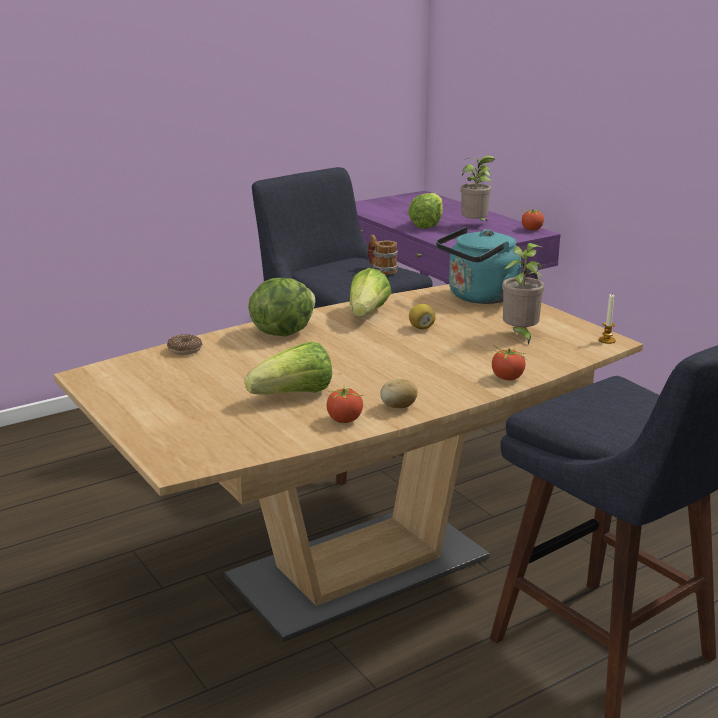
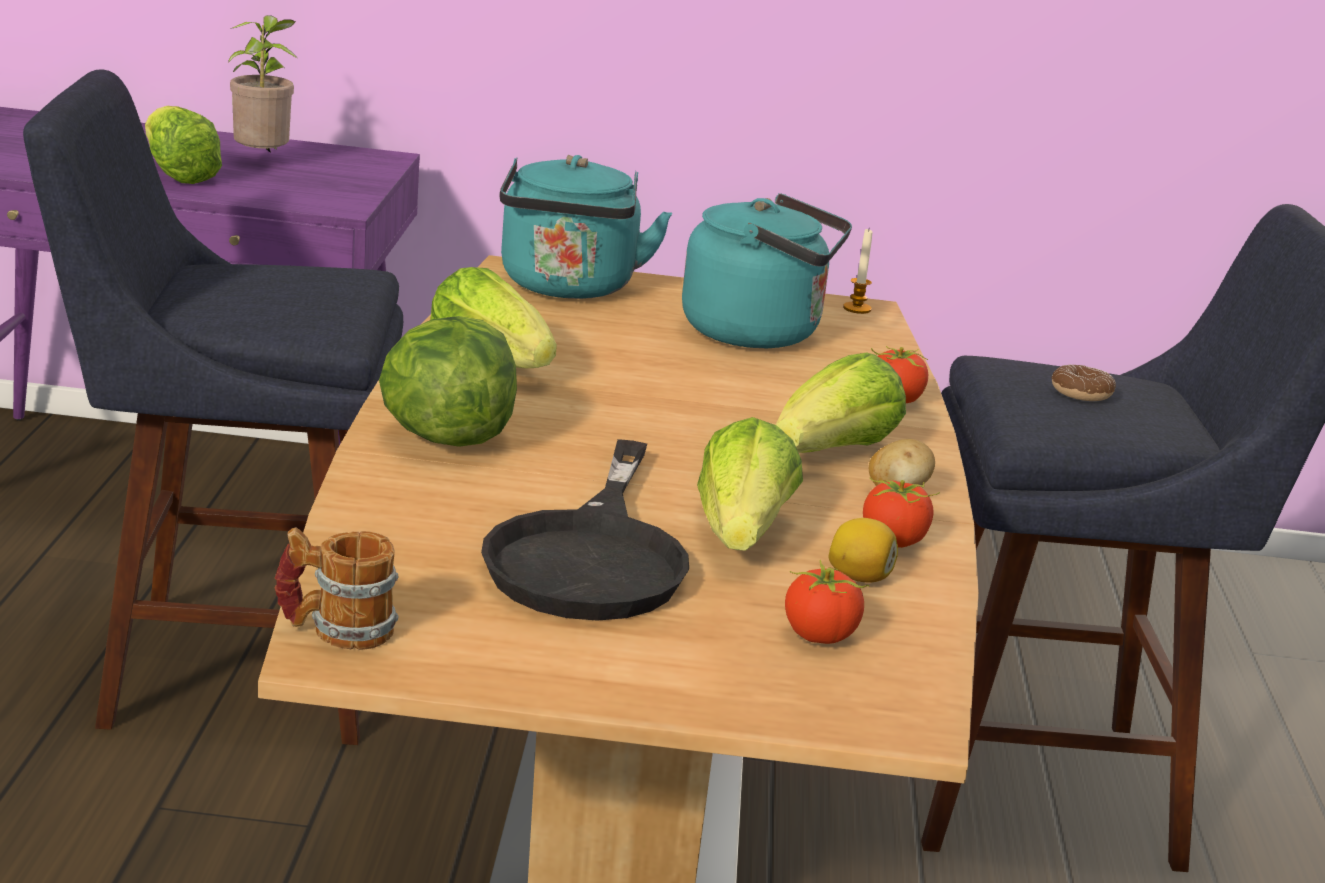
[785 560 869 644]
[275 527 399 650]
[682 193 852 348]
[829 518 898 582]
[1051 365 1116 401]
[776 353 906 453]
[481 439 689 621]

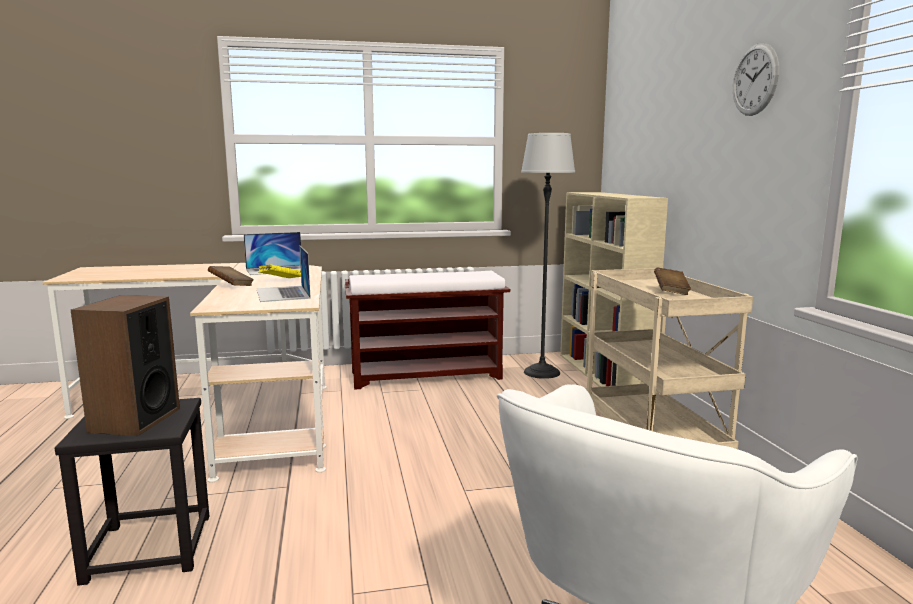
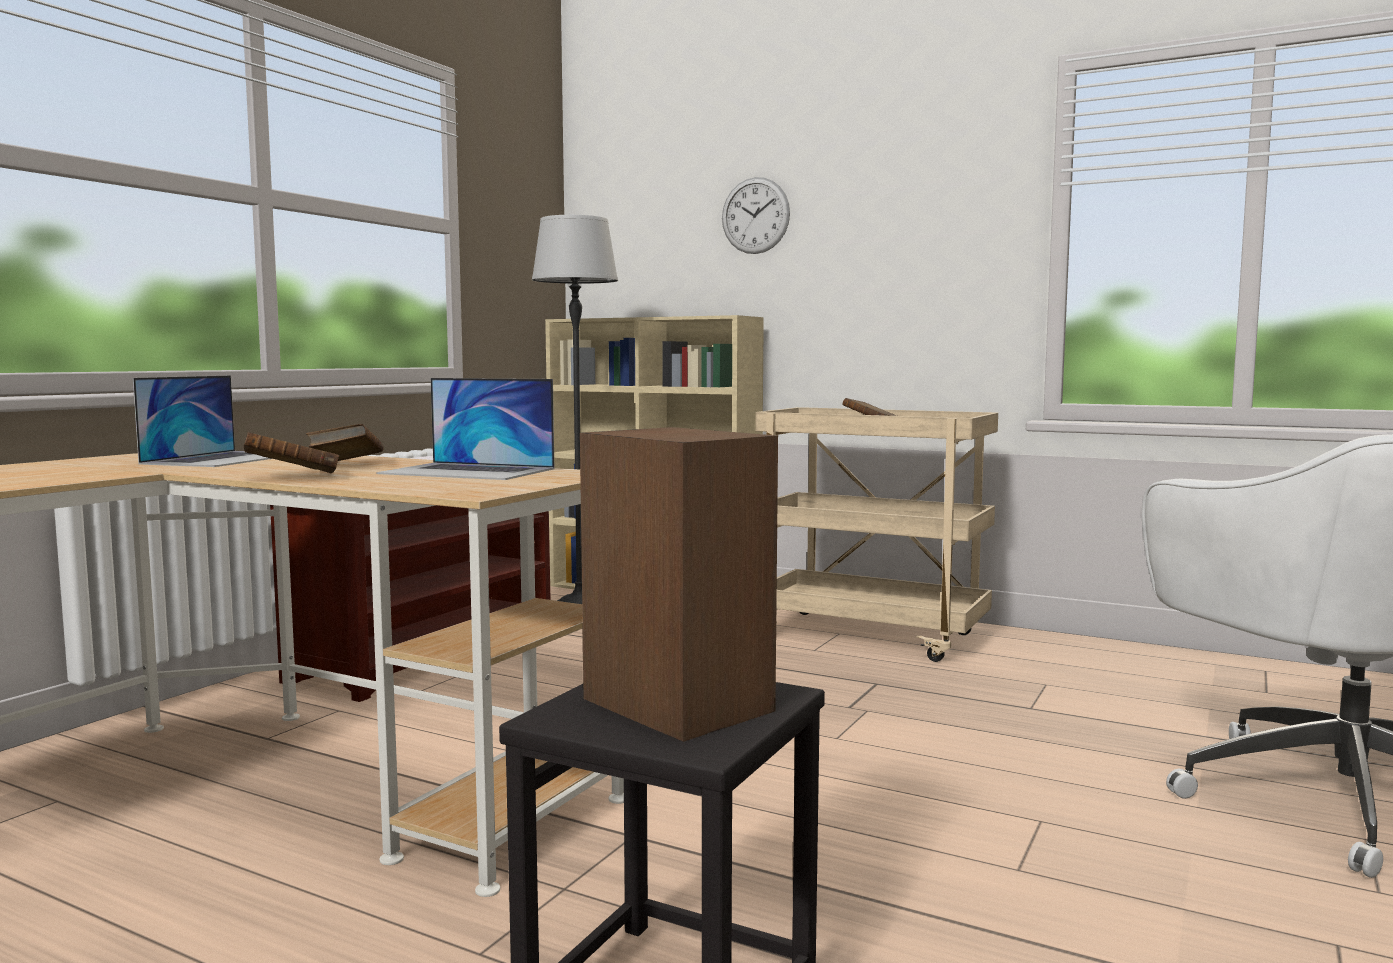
[722 177 790 254]
[306 424 384 461]

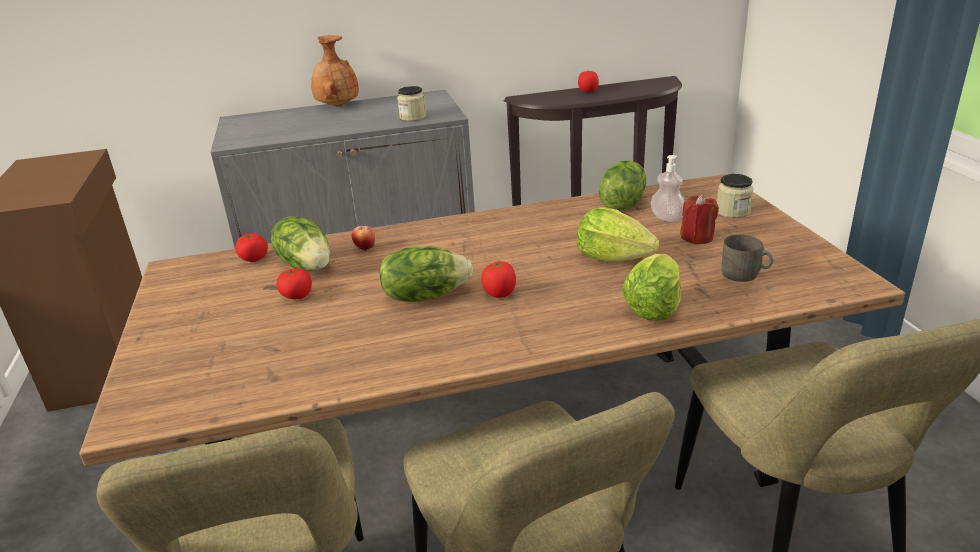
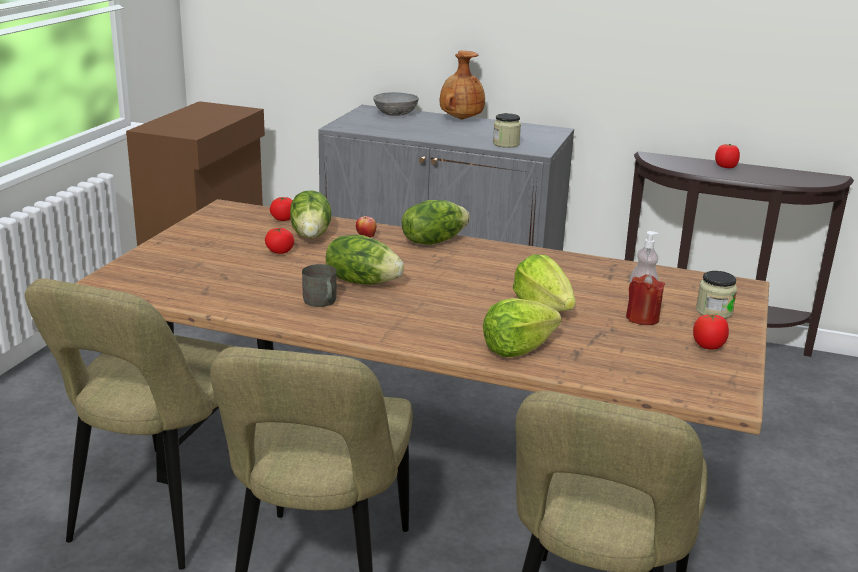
[401 200 470 245]
[302 264 337 307]
[693 313 729 350]
[373 92 419 116]

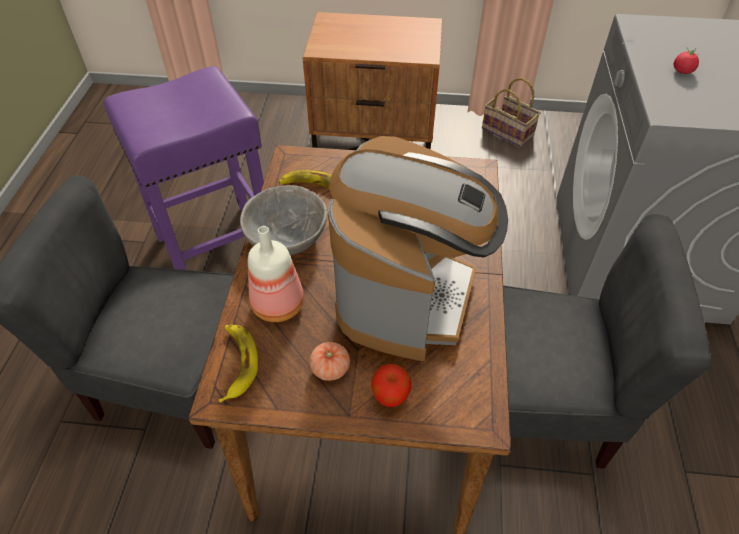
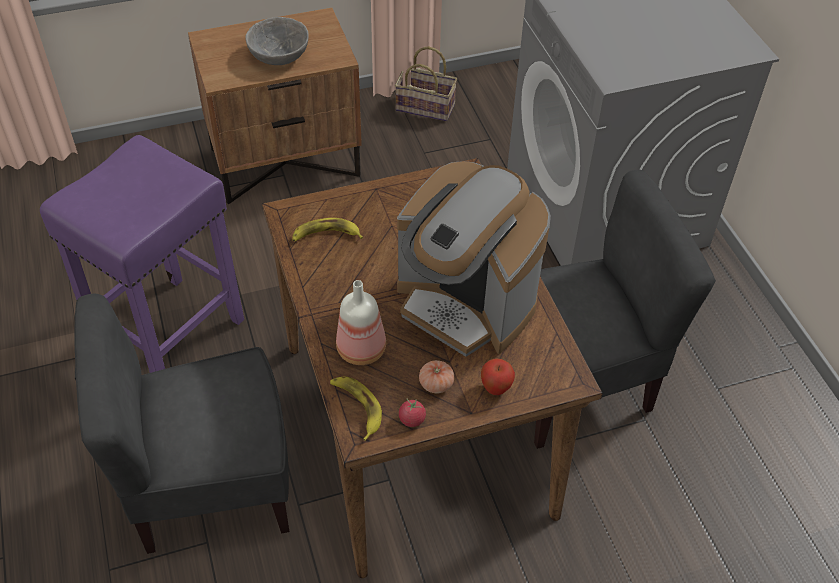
[399 398 426 427]
[397 161 551 357]
[245 17 309 65]

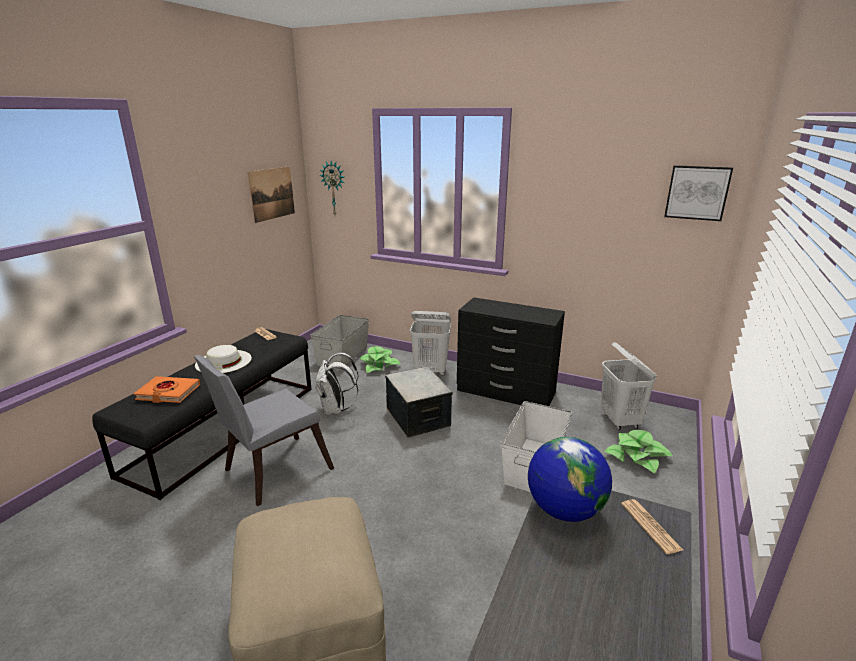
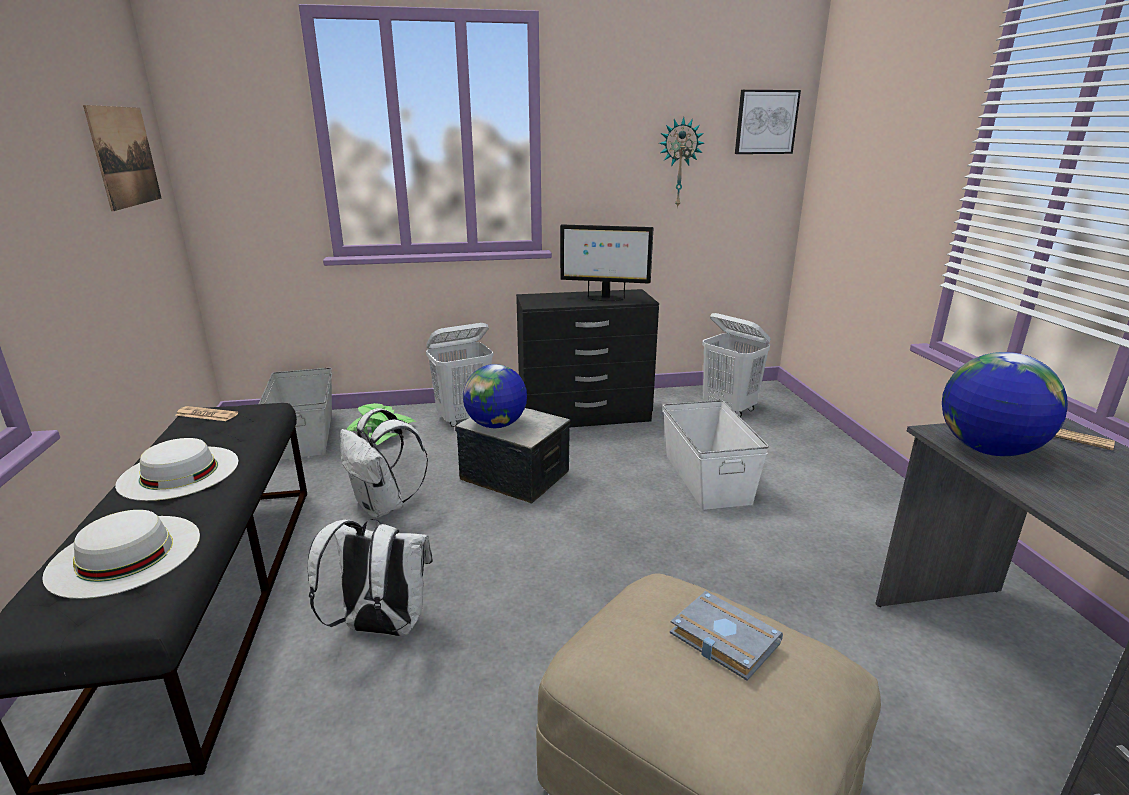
[659 117 704 208]
[308 519 433 636]
[42 510 200 599]
[604 430 673 474] (first image)
[560 224 653 301]
[463 364 527 428]
[670 591 783 681]

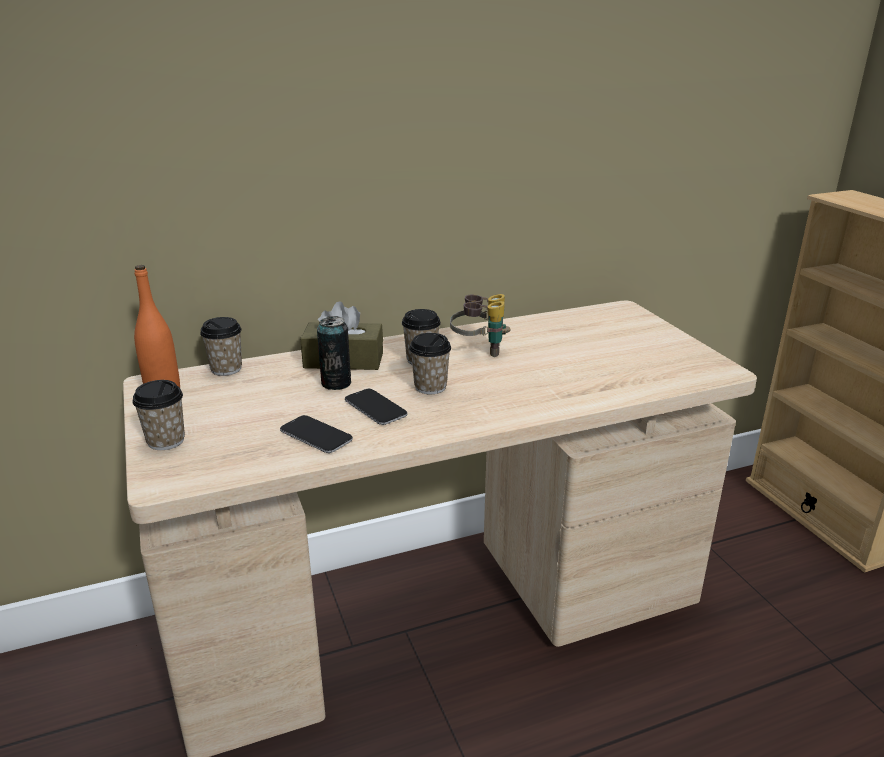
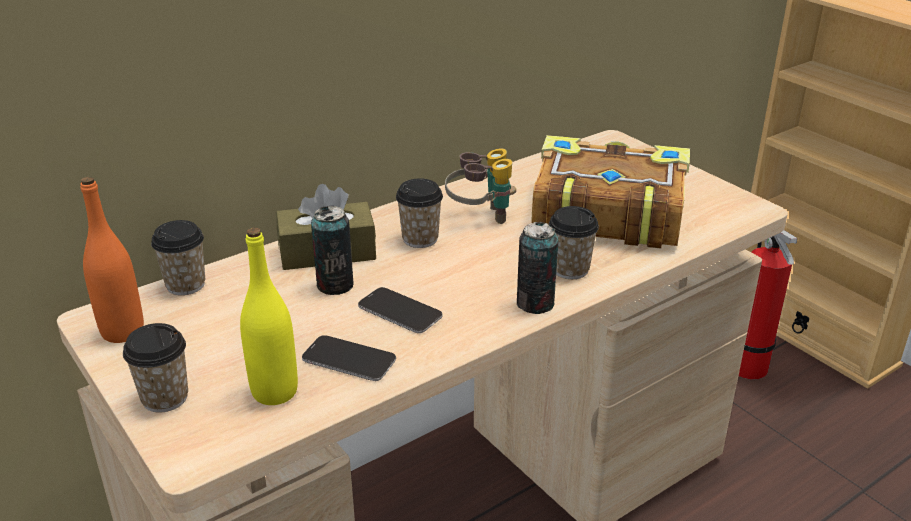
[549 206 599 279]
[531 135 690 249]
[517 222 559 314]
[240 228 298 405]
[739 230 797 379]

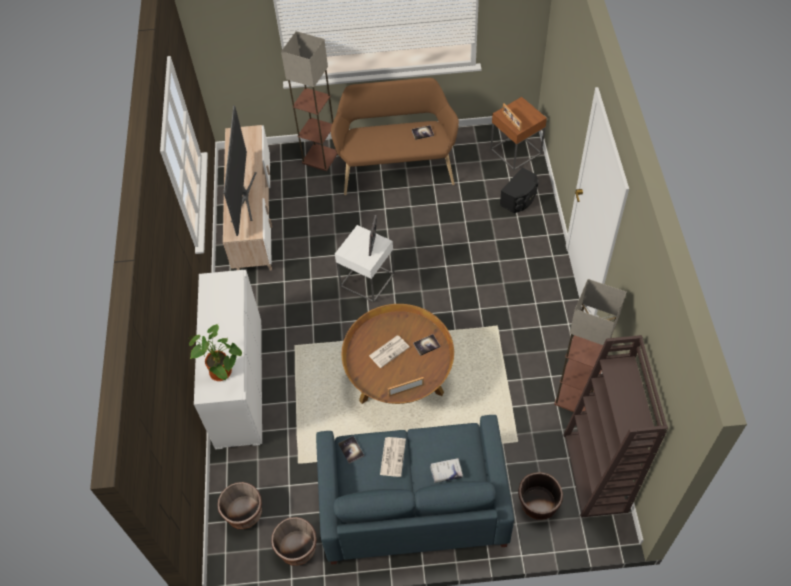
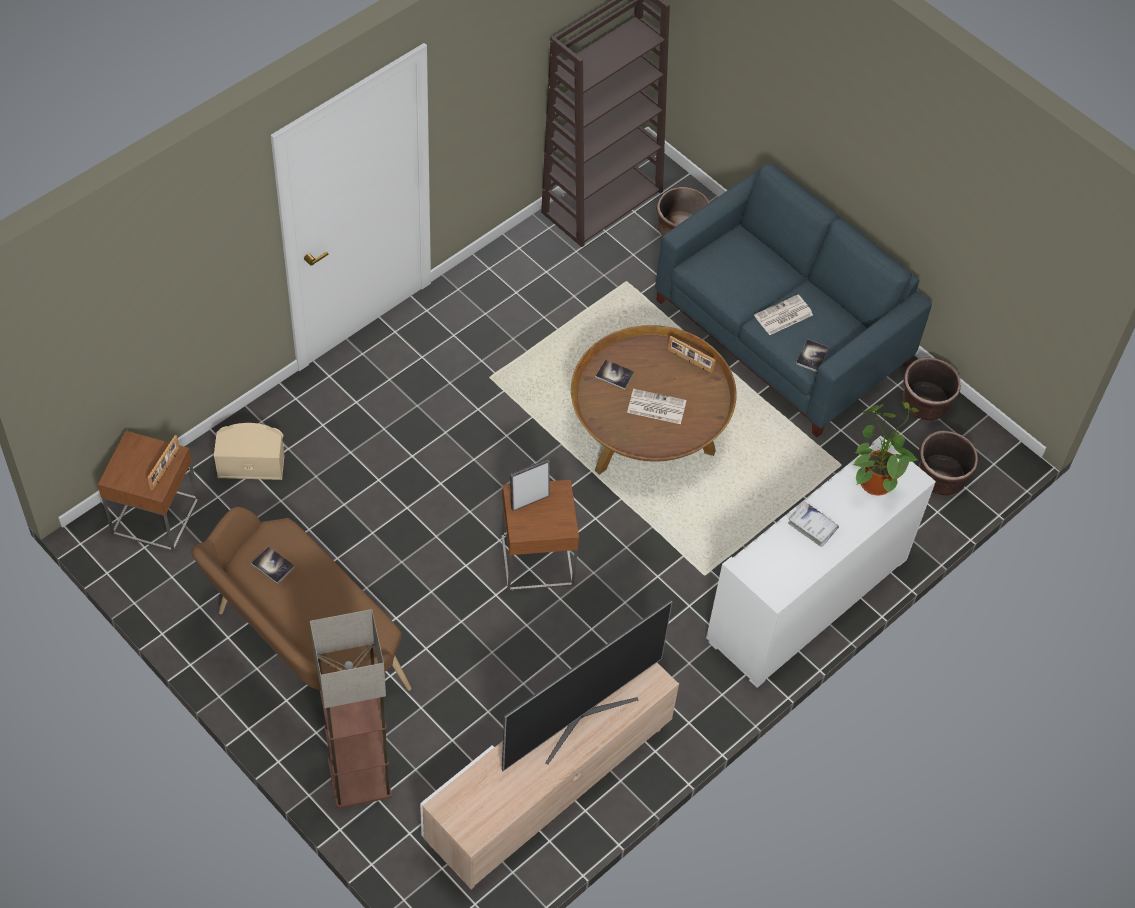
[214 423 285 480]
[501 480 579 591]
[554 279 627 412] (first image)
[788 502 839 547]

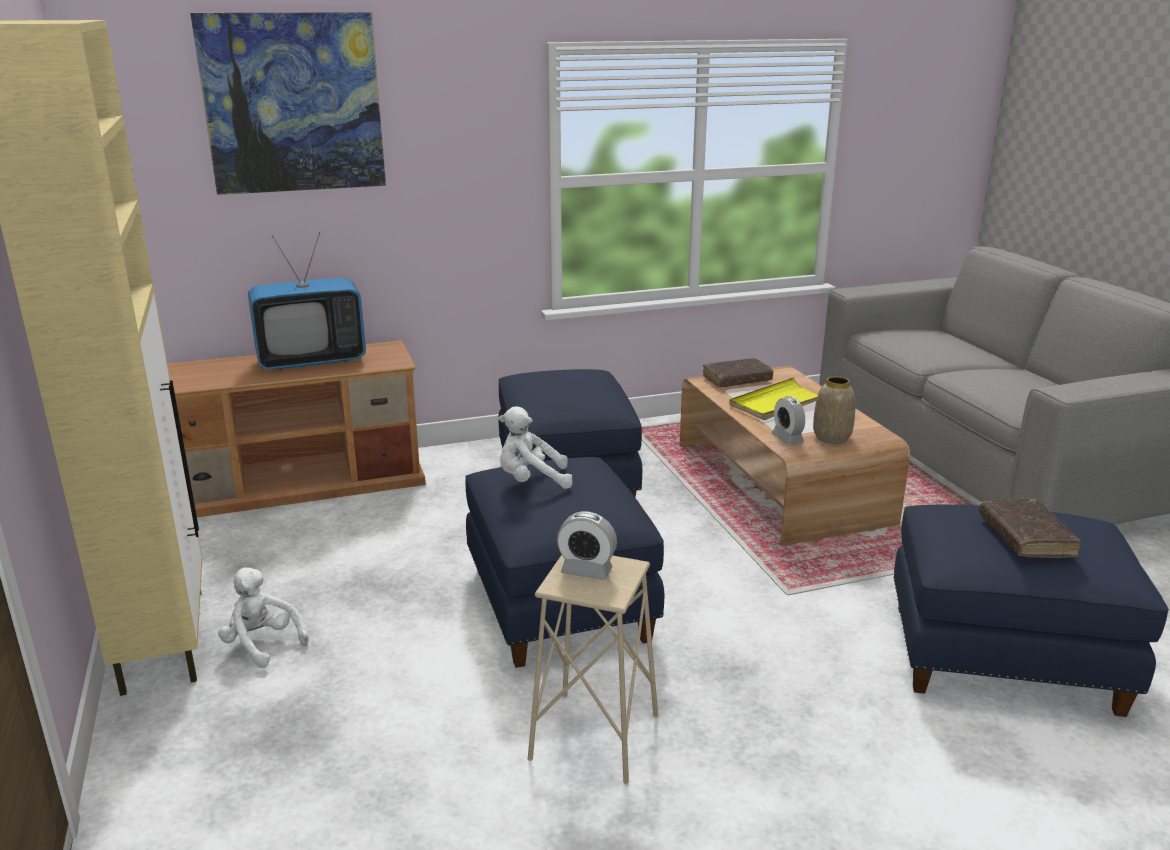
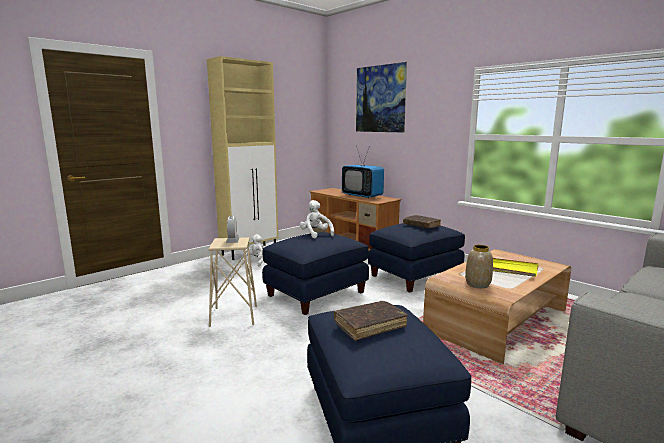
[403 215 441 228]
[771 396 805 445] (first image)

